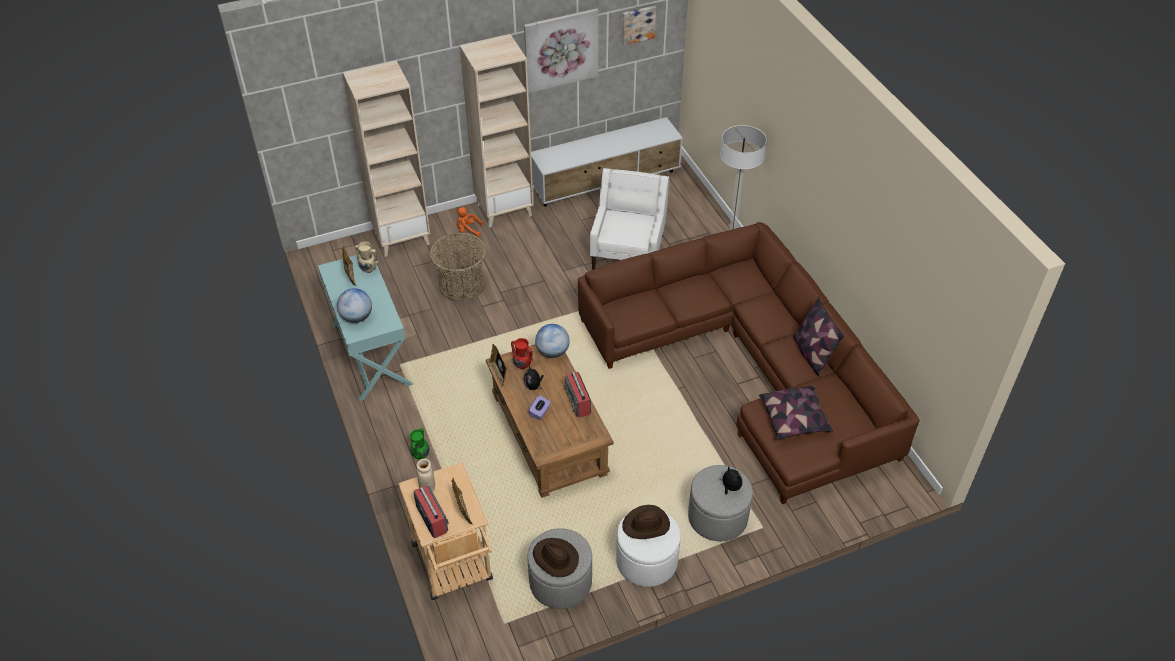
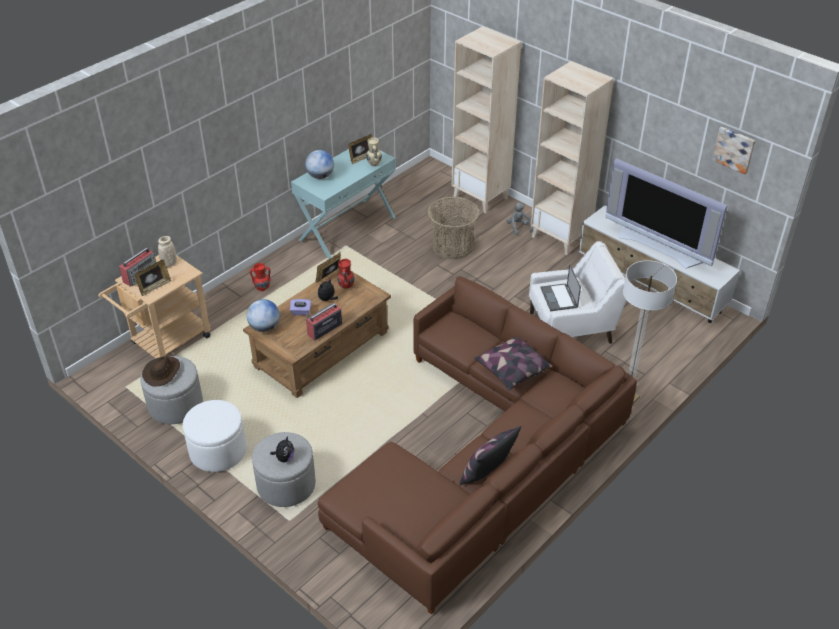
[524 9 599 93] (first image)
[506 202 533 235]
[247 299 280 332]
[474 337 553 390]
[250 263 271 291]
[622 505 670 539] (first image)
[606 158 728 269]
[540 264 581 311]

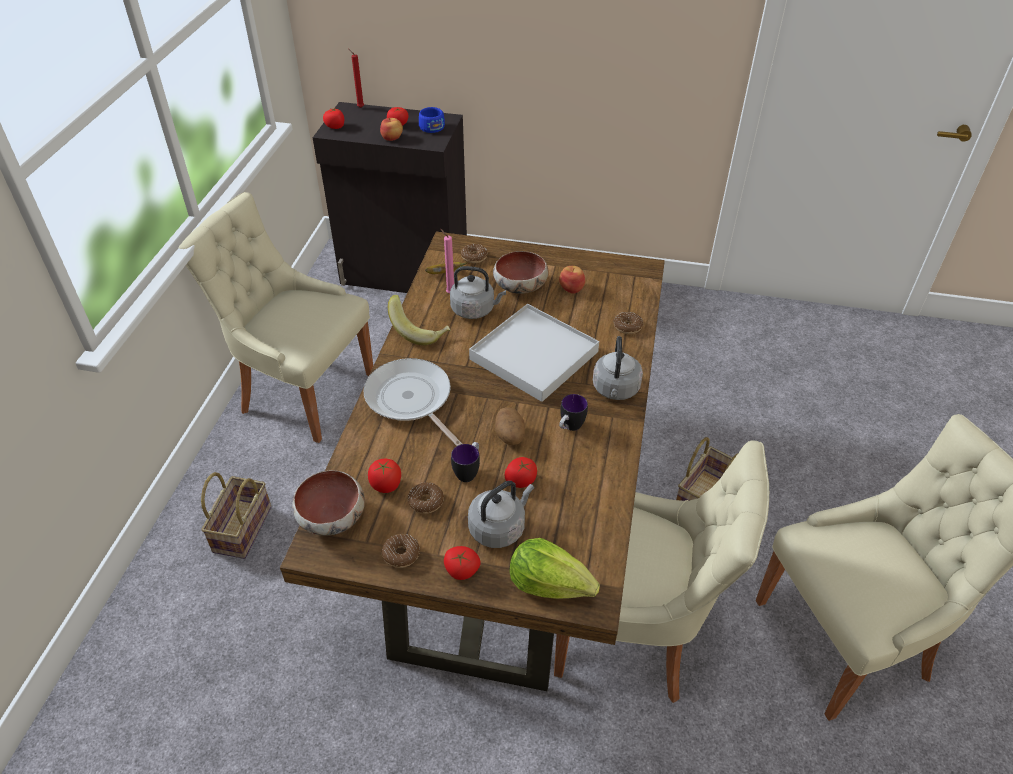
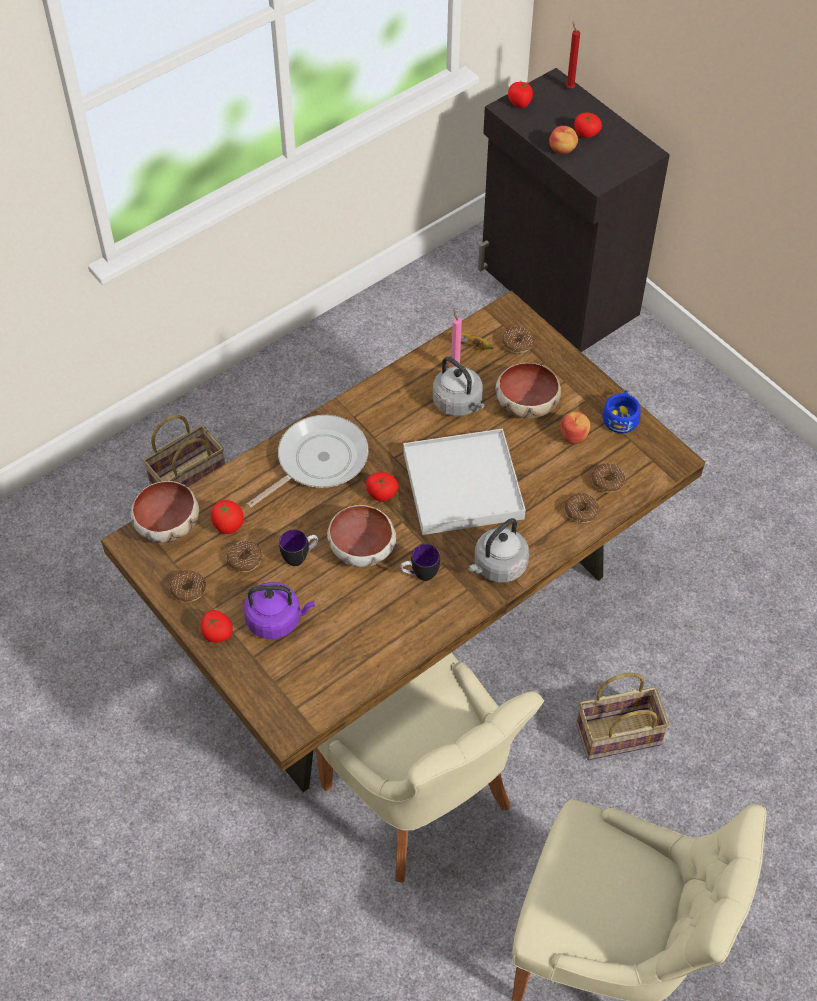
[602 390 641 433]
[179 192 373 443] (first image)
[388 295 451 345] (first image)
[247 415 369 508]
[327 505 396 567]
[366 472 399 501]
[243 582 315 639]
[509 538 600 599] (first image)
[591 463 626 493]

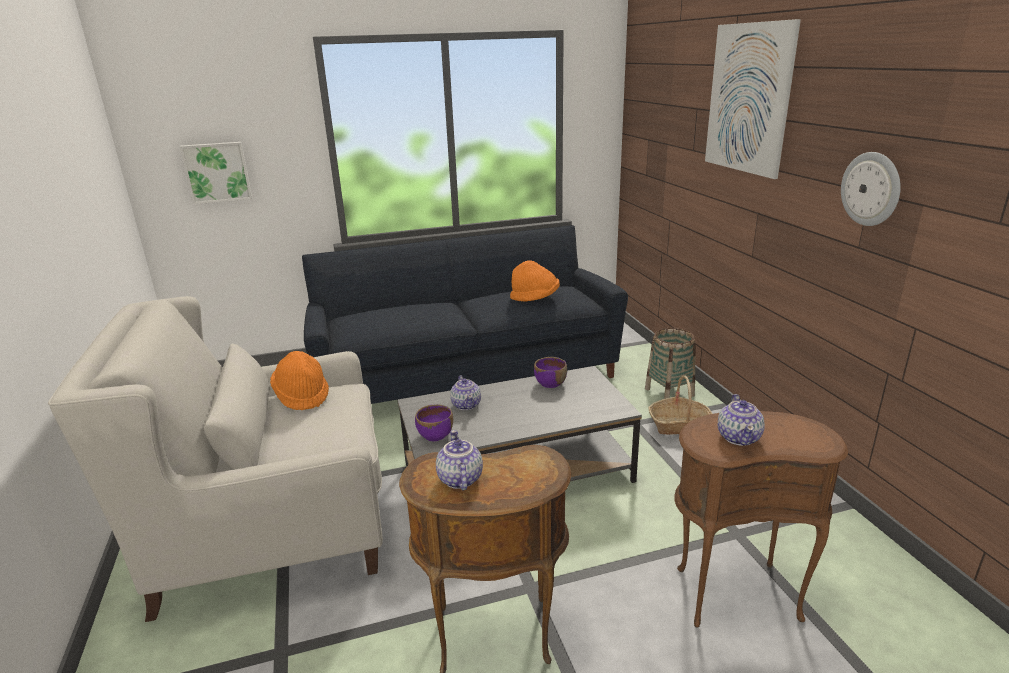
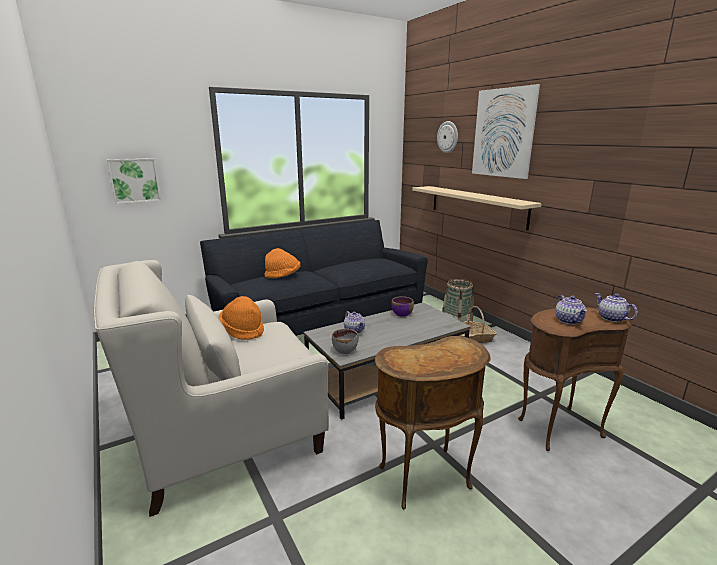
[437 121 458 153]
[264 248 301 278]
[332 329 358 354]
[595 293 638 322]
[412 186 542 230]

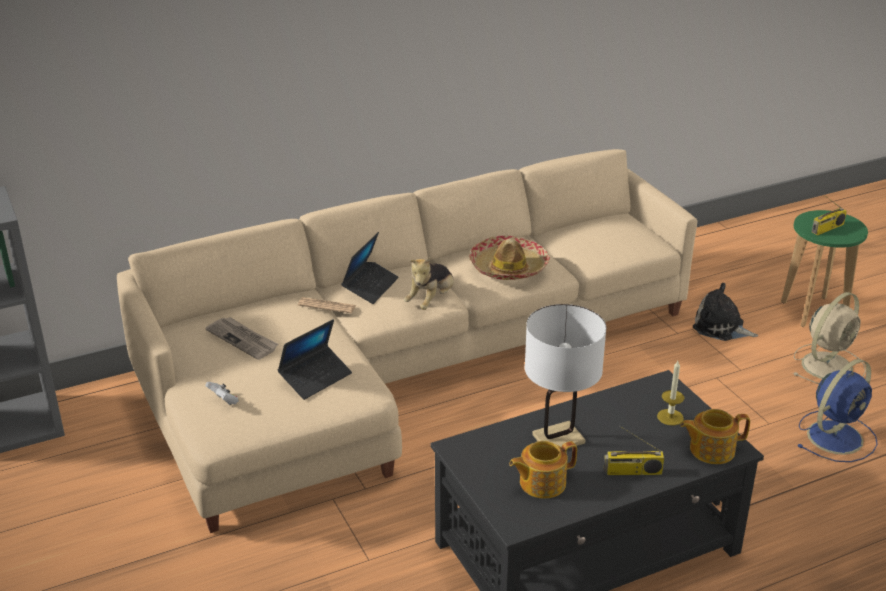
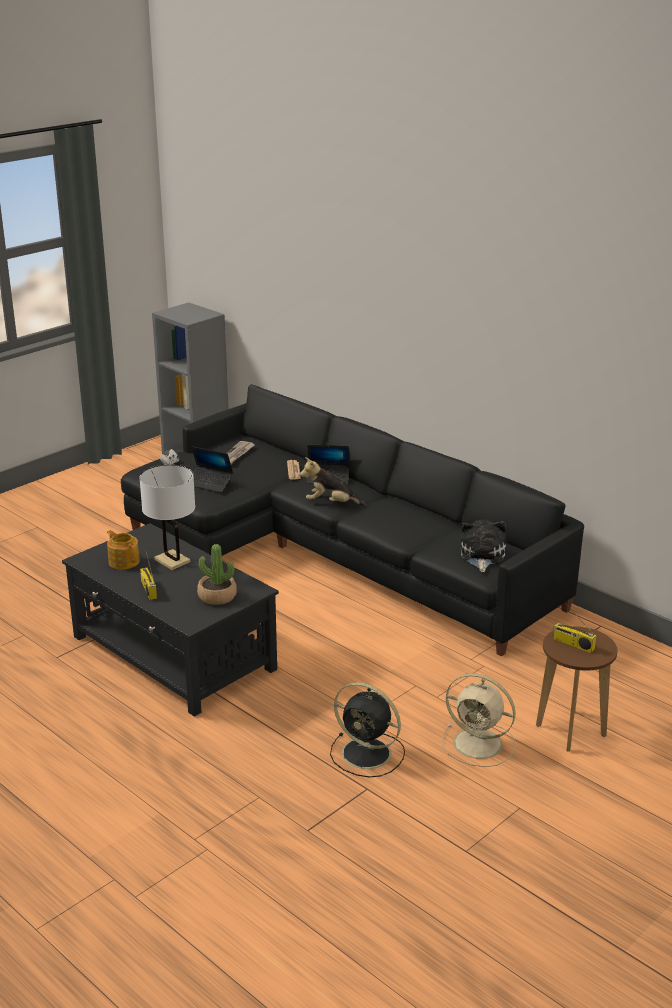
[121 384 584 656]
[536 626 618 752]
[469 235 550 280] (first image)
[461 520 506 572]
[330 682 405 778]
[197 544 237 605]
[680 409 750 464] (first image)

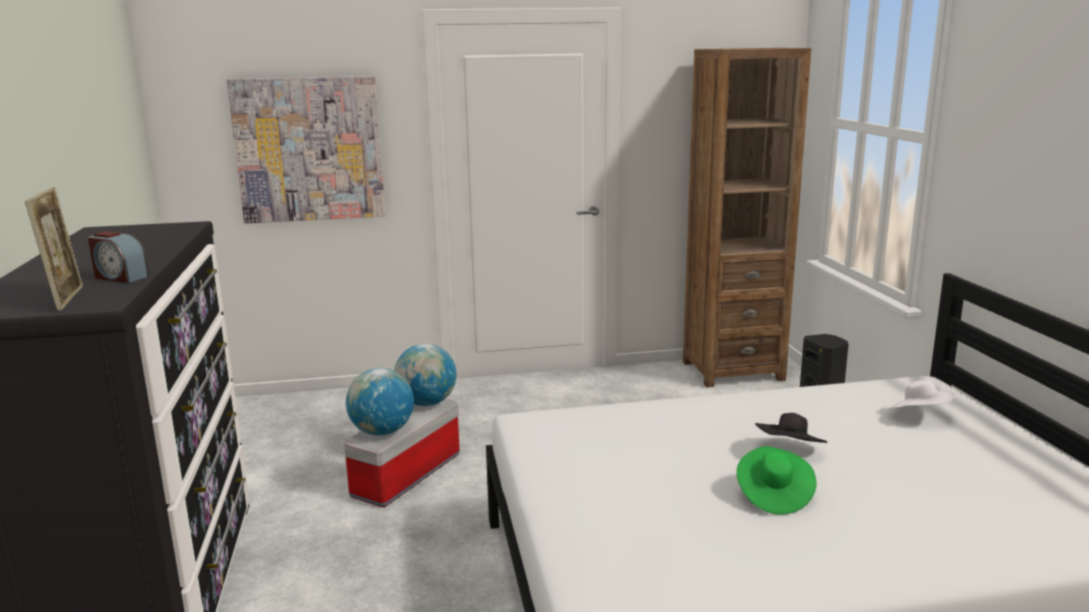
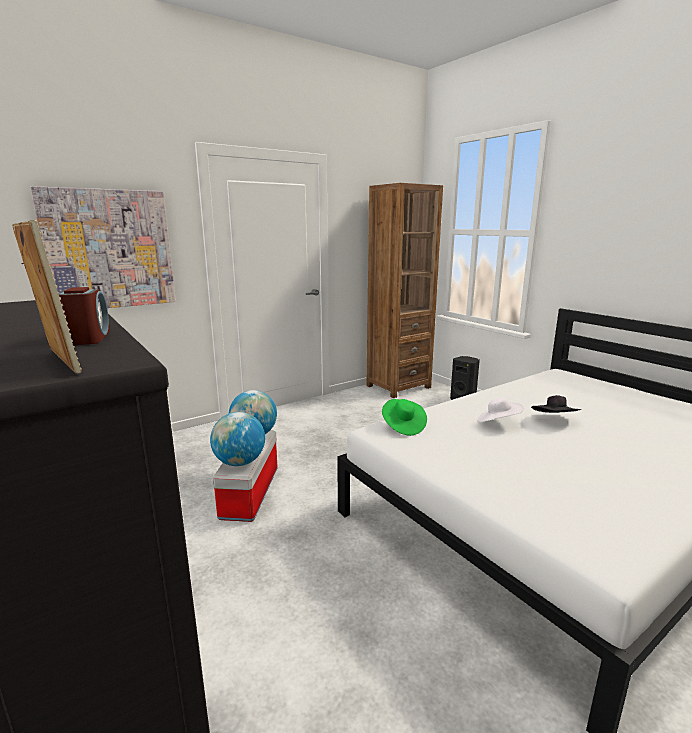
[59 287 110 345]
[477 397 524 423]
[382 399 427 436]

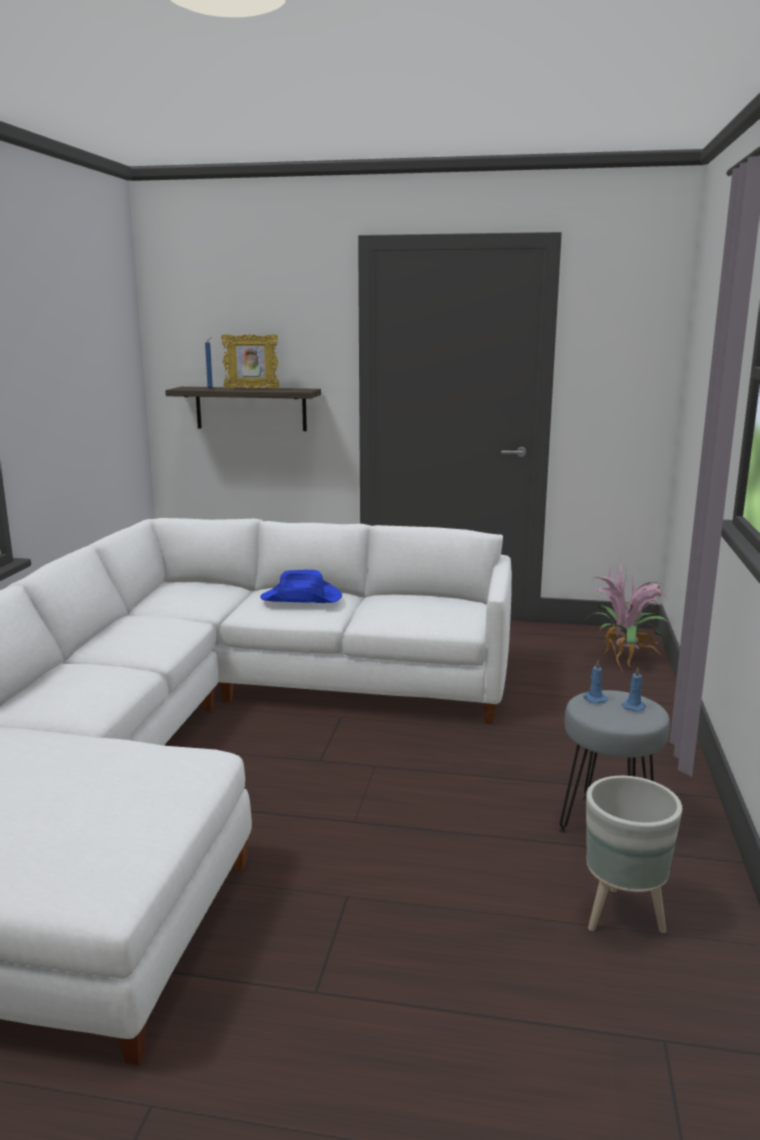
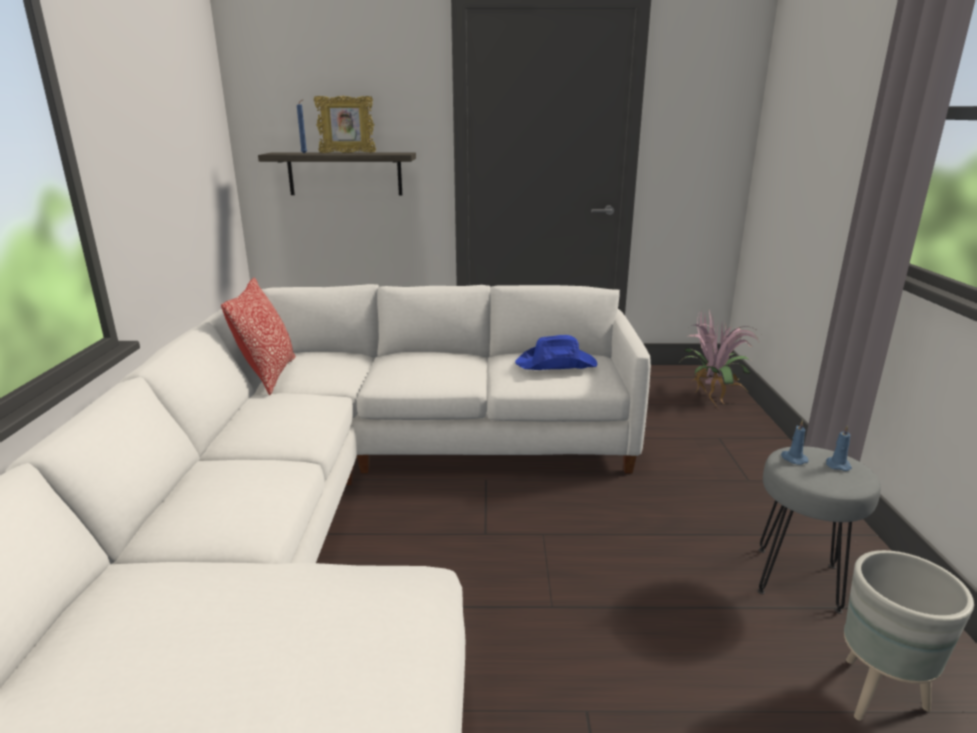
[515 335 597 370]
[221 277 296 395]

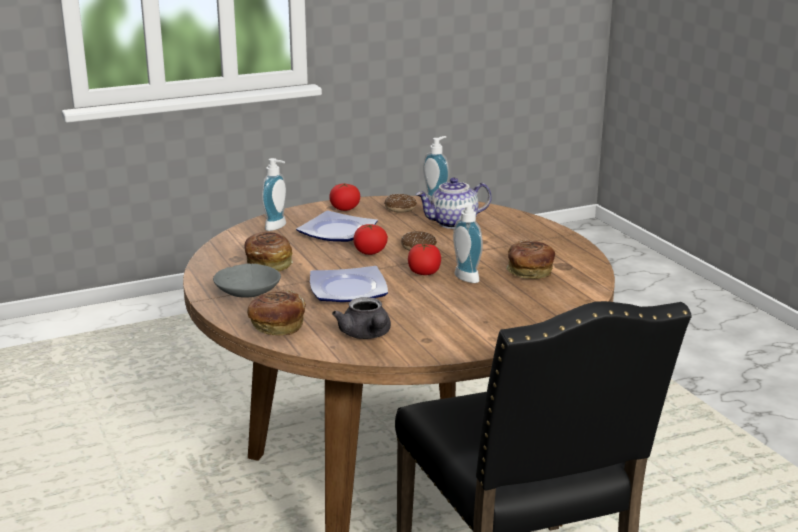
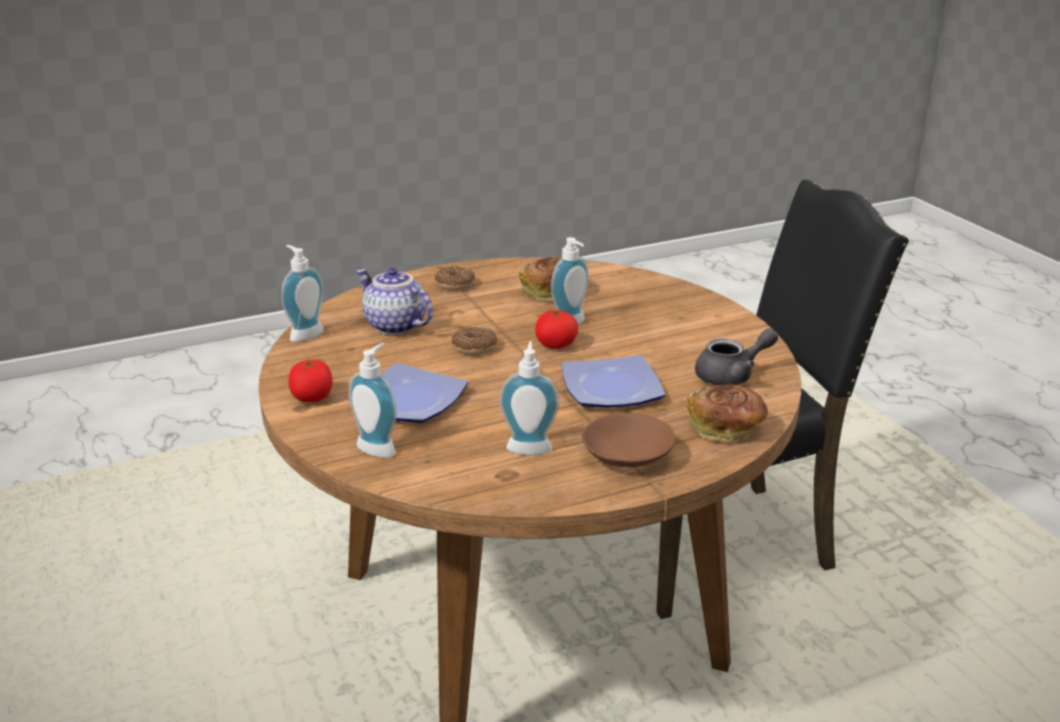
[356 268 433 335]
[435 266 475 290]
[353 224 388 255] (first image)
[499 341 559 455]
[582 413 675 467]

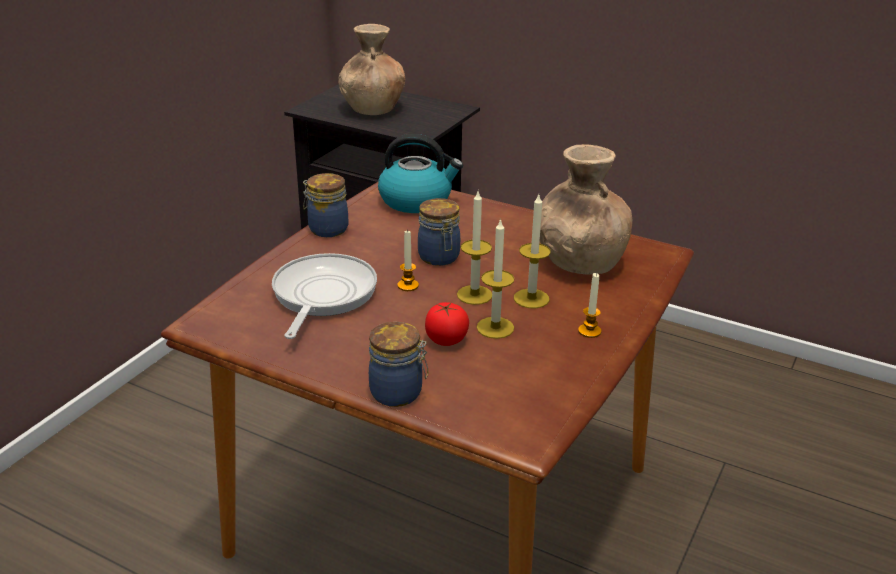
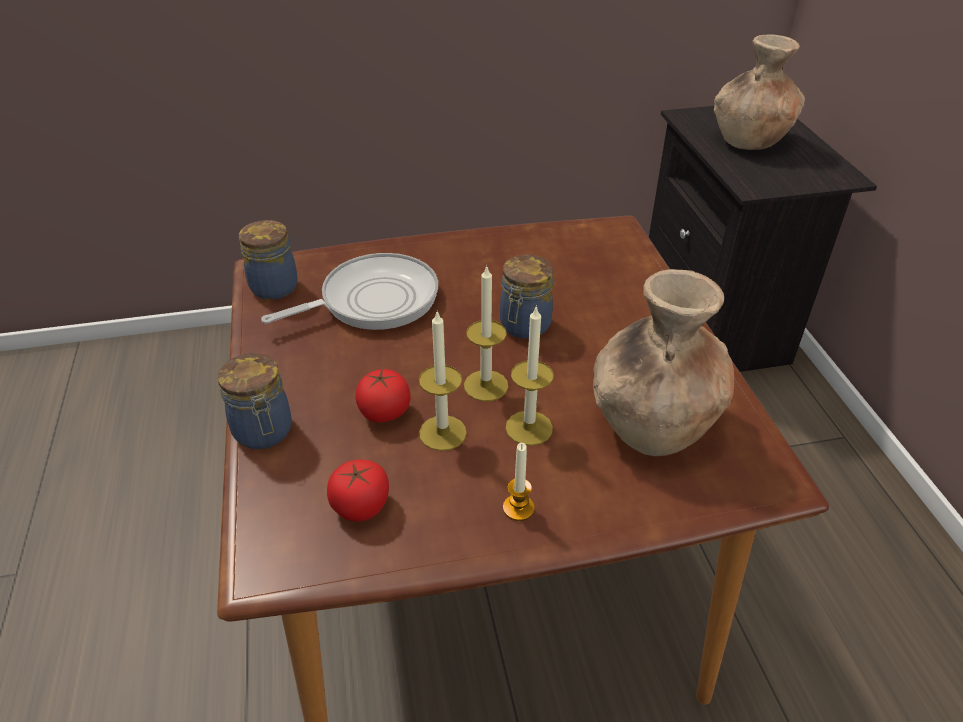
[378 134 463 213] (first image)
[239 220 298 300]
[397 229 419 291] (first image)
[327 459 389 522]

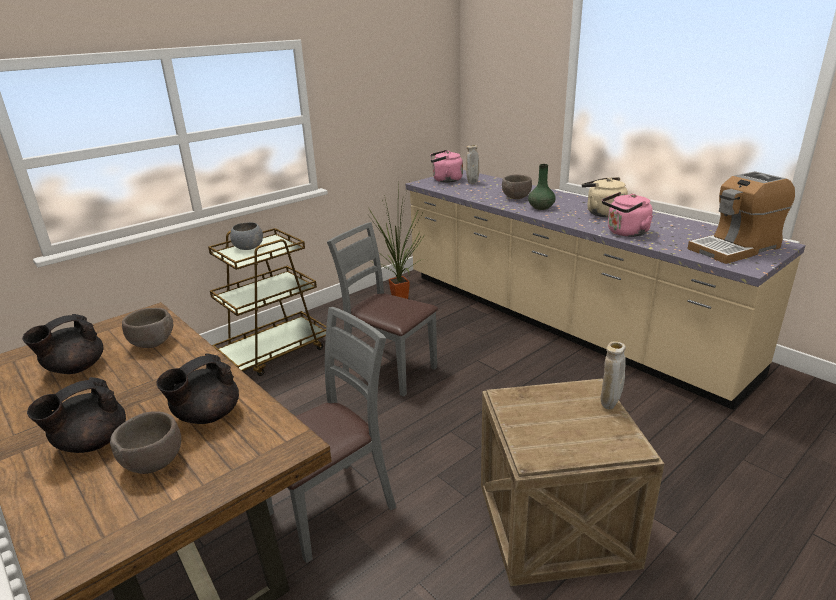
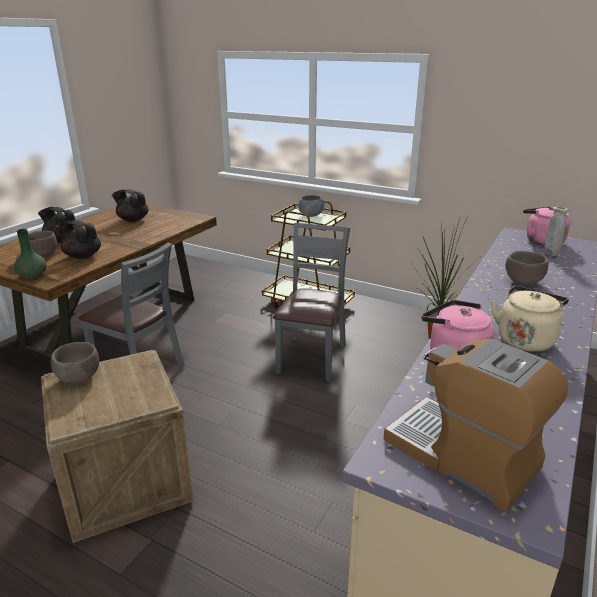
[14 229 47 279]
[51 342 99 383]
[601 341 626 409] (first image)

